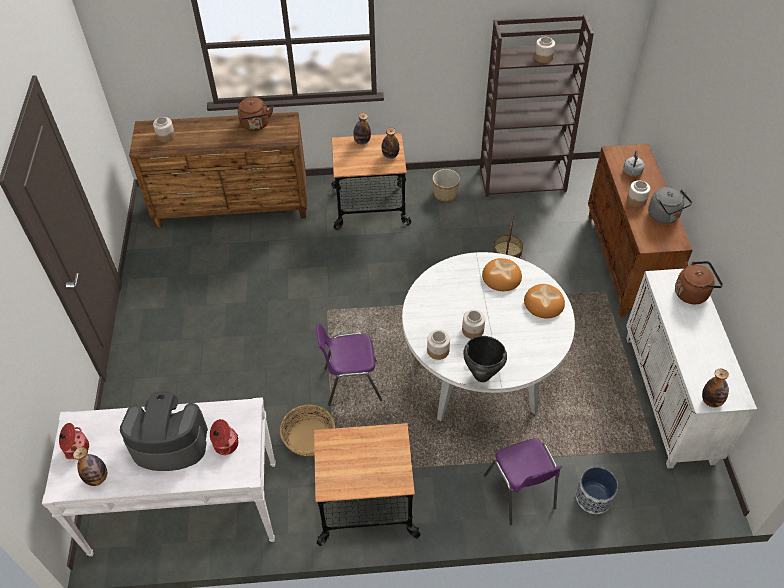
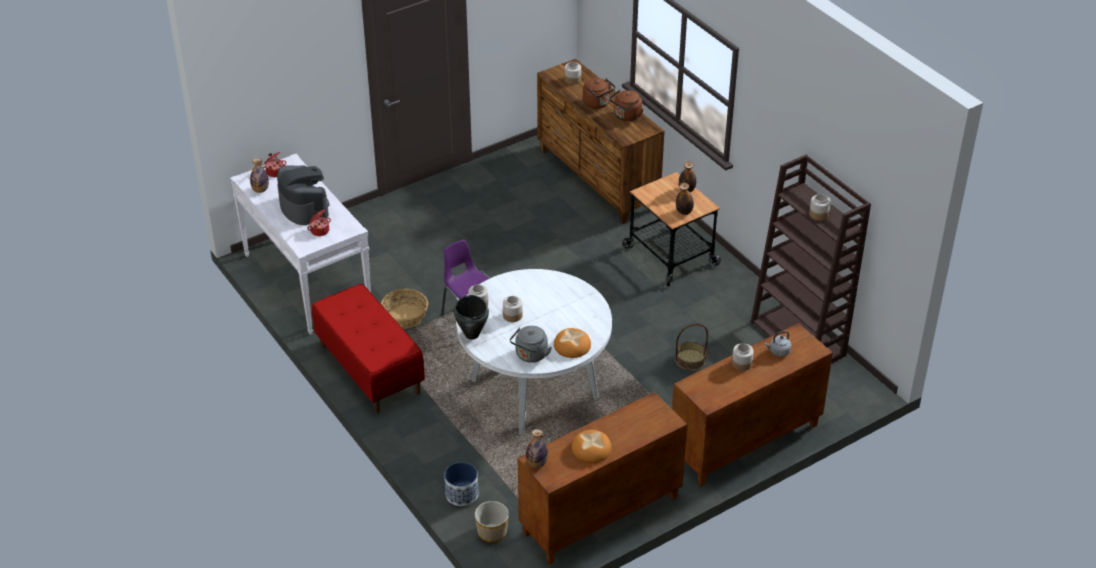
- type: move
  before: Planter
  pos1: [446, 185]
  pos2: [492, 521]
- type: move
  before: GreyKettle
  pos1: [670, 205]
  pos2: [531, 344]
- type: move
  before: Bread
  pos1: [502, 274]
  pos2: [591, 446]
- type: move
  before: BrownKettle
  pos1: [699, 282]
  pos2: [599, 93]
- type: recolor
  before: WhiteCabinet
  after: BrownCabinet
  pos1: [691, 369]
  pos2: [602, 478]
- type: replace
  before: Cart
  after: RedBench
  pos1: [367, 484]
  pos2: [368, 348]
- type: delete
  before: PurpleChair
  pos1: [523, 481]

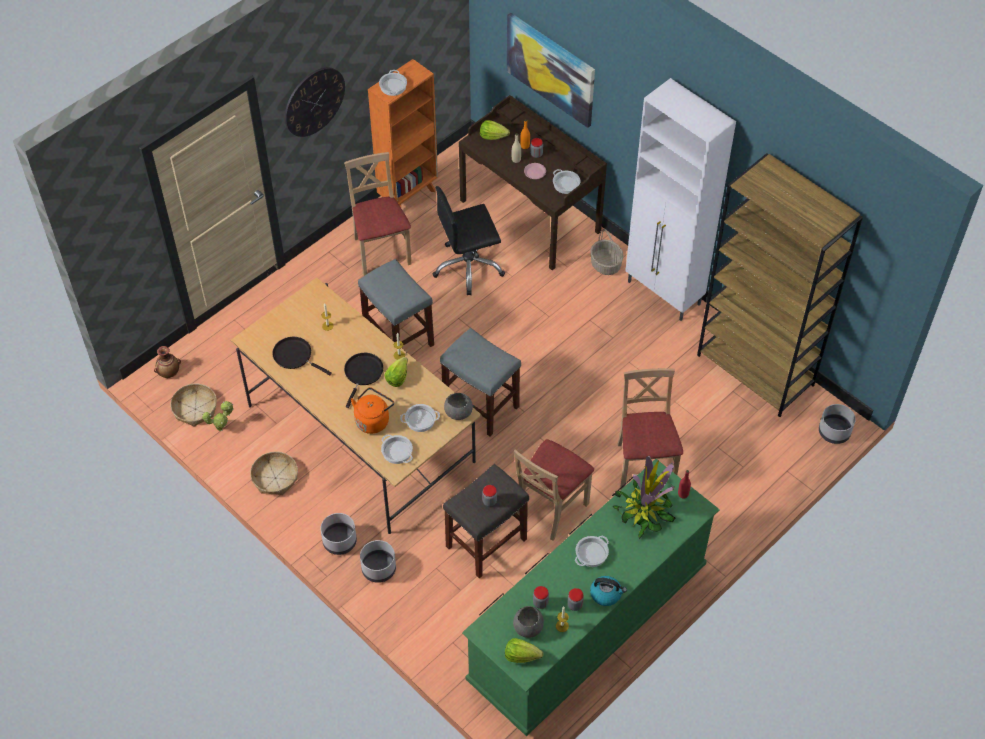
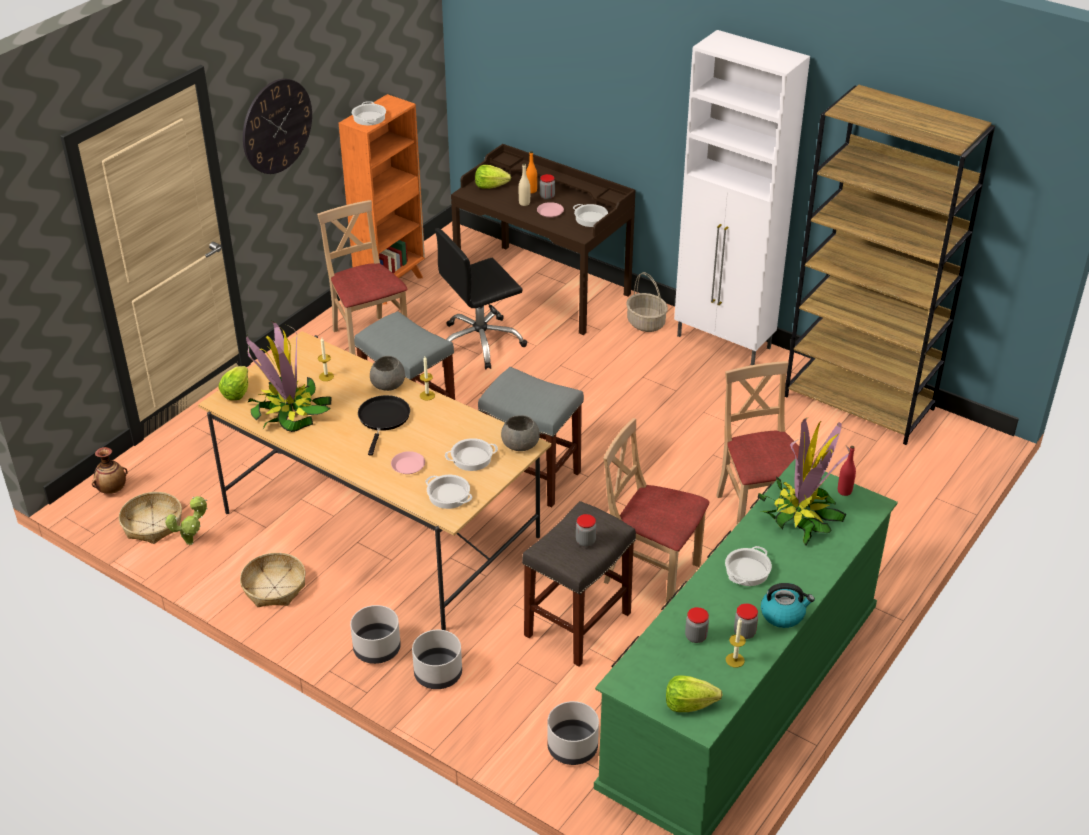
- type: delete
  before: Picture
  pos1: [551, 70]
- type: replace
  before: BlackFryingPan
  after: PottedPlant
  pos1: [302, 356]
  pos2: [289, 376]
- type: move
  before: Lettuce
  pos1: [396, 372]
  pos2: [233, 383]
- type: replace
  before: OrangeKettle
  after: PinkPlate
  pos1: [372, 410]
  pos2: [408, 462]
- type: move
  before: GreyPlanter
  pos1: [837, 424]
  pos2: [573, 733]
- type: rotate
  before: BeigeChair
  pos1: [554, 490]
  pos2: [656, 512]
  turn: 90
- type: move
  before: GreyBowl
  pos1: [528, 622]
  pos2: [387, 373]

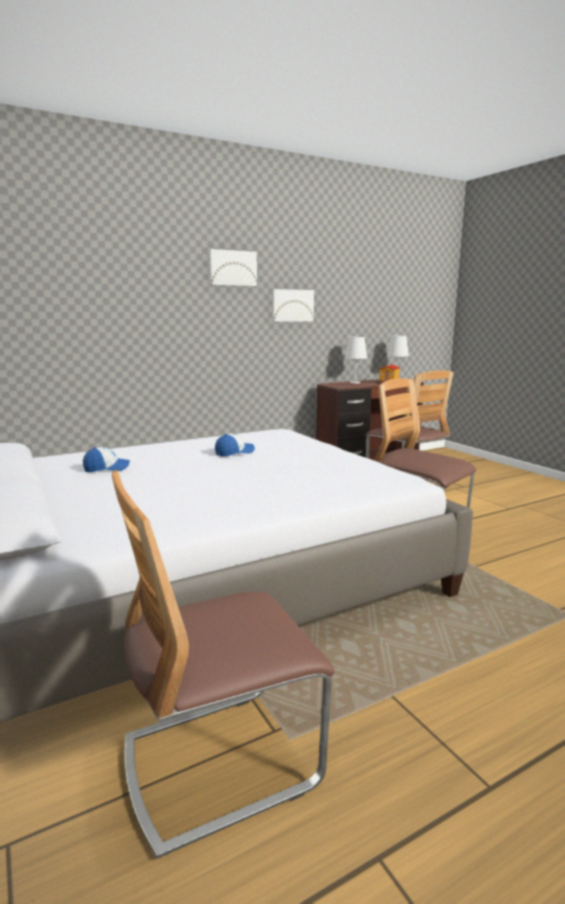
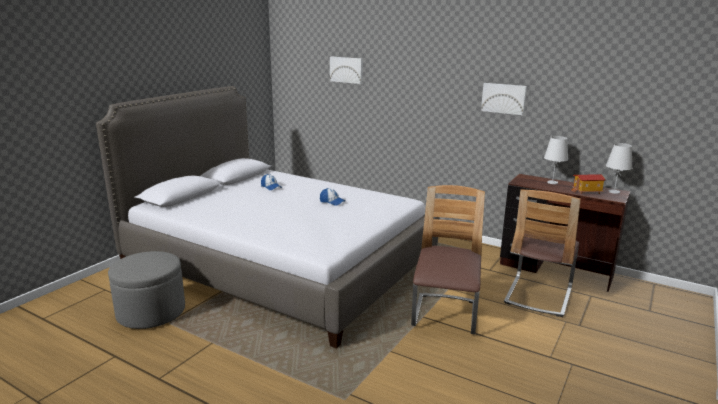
- type: move
  before: Picture
  pos1: [233, 267]
  pos2: [346, 70]
- type: replace
  before: Chair
  after: GreyOttoman
  pos1: [223, 664]
  pos2: [146, 290]

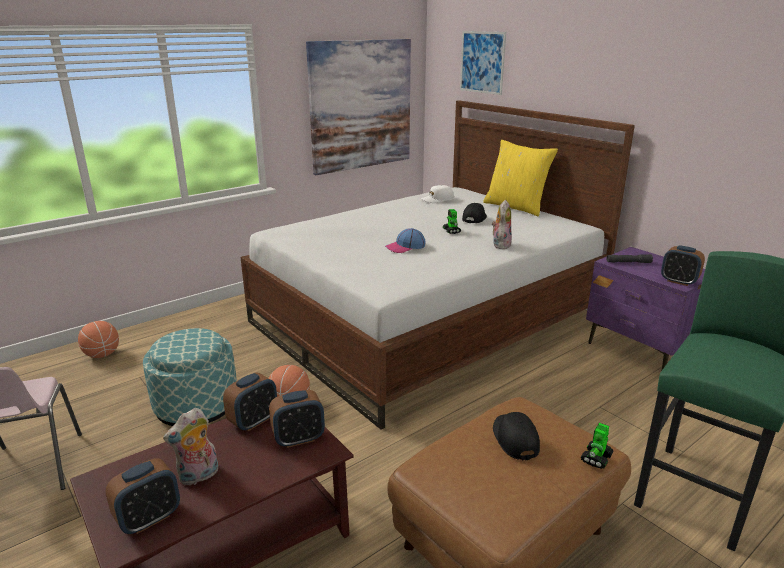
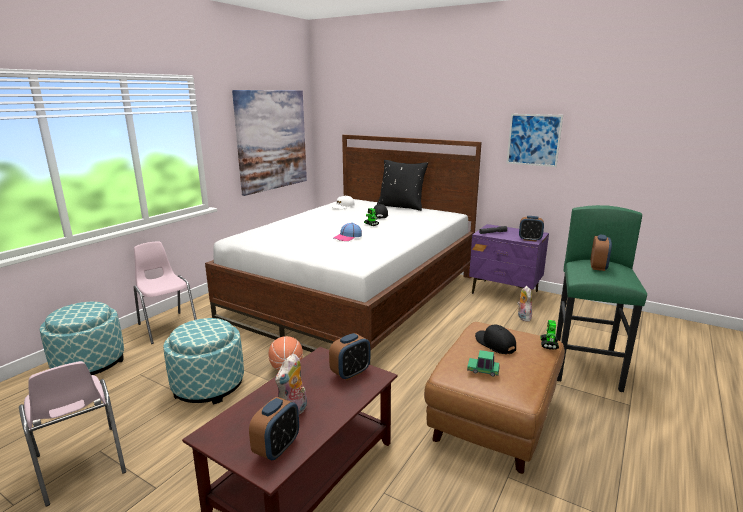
- type: move
  before: Picture
  pos1: [483, 63]
  pos2: [535, 140]
- type: recolor
  before: YellowPillow
  after: BlackPillow
  pos1: [520, 178]
  pos2: [402, 185]
- type: move
  before: PlushToy
  pos1: [502, 224]
  pos2: [524, 304]
- type: replace
  before: Basketball
  after: Ottoman
  pos1: [98, 339]
  pos2: [82, 338]
- type: move
  before: AlarmClock
  pos1: [250, 401]
  pos2: [601, 252]
- type: insert
  after: PinkChair
  pos2: [165, 293]
- type: insert
  after: ToyCar
  pos2: [483, 363]

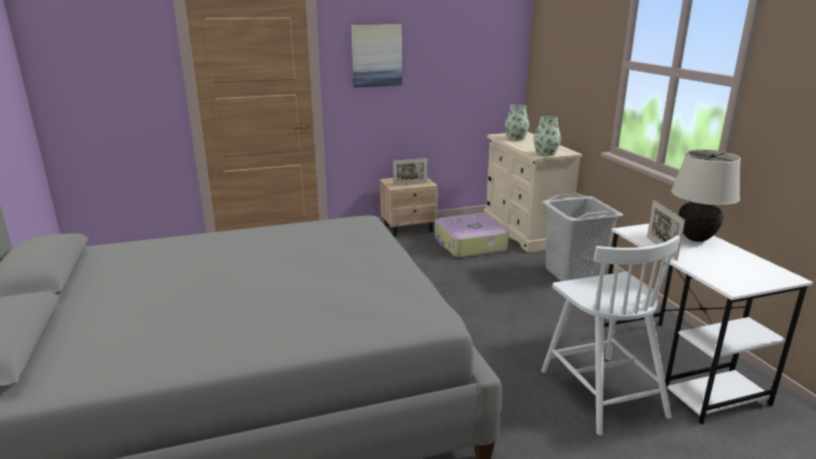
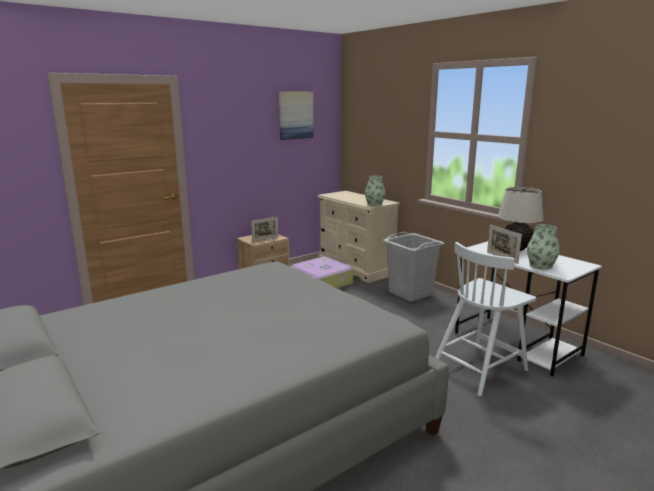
- type: move
  before: Picture
  pos1: [376, 55]
  pos2: [296, 115]
- type: move
  before: Vase
  pos1: [517, 122]
  pos2: [543, 247]
- type: rotate
  before: WhiteChair
  pos1: [610, 335]
  pos2: [485, 319]
  turn: 90

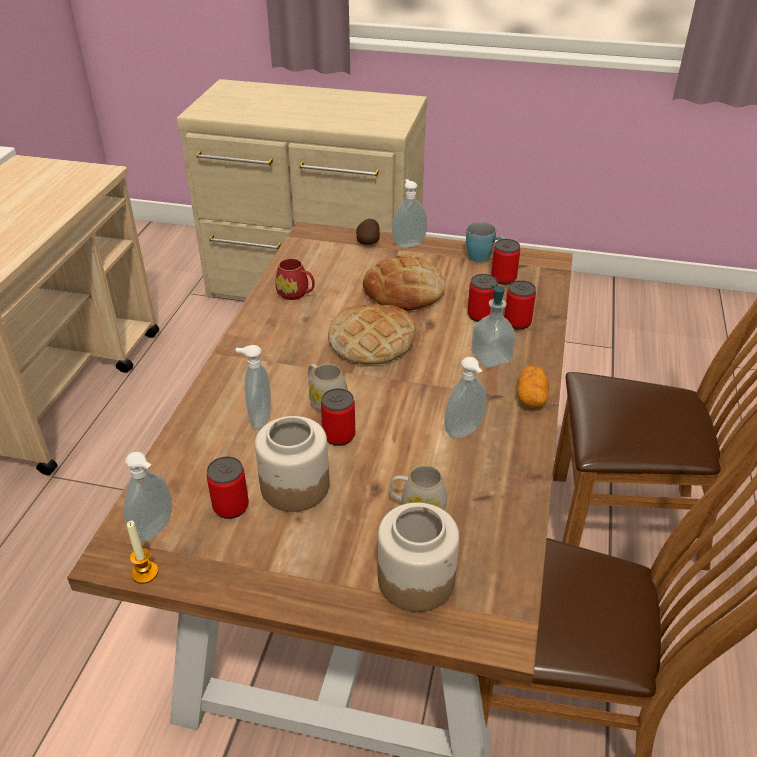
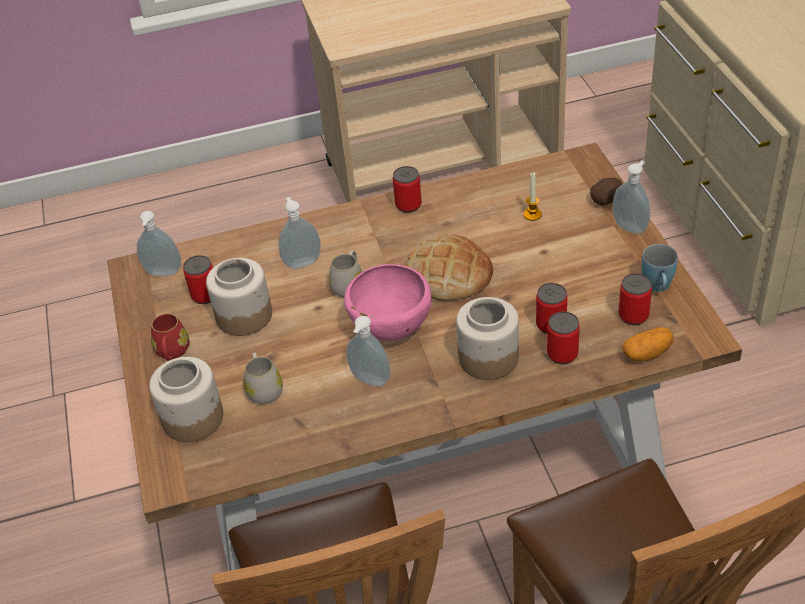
- type: delete
  before: Bread
  pos1: [404, 282]
- type: move
  before: RedMug
  pos1: [295, 279]
  pos2: [170, 337]
- type: replace
  before: SoapDispenser
  after: Jar
  pos1: [493, 326]
  pos2: [487, 338]
- type: move
  before: Potato
  pos1: [533, 386]
  pos2: [647, 344]
- type: move
  before: Can
  pos1: [338, 417]
  pos2: [407, 189]
- type: move
  before: Candle
  pos1: [142, 552]
  pos2: [533, 196]
- type: insert
  after: PinkBowl
  pos2: [387, 302]

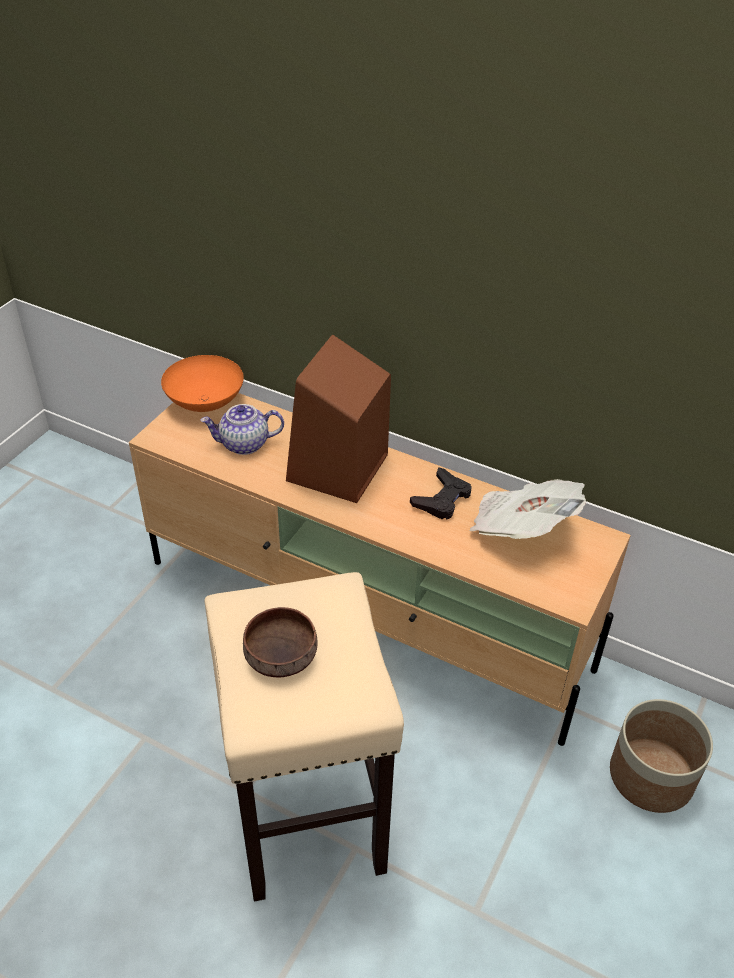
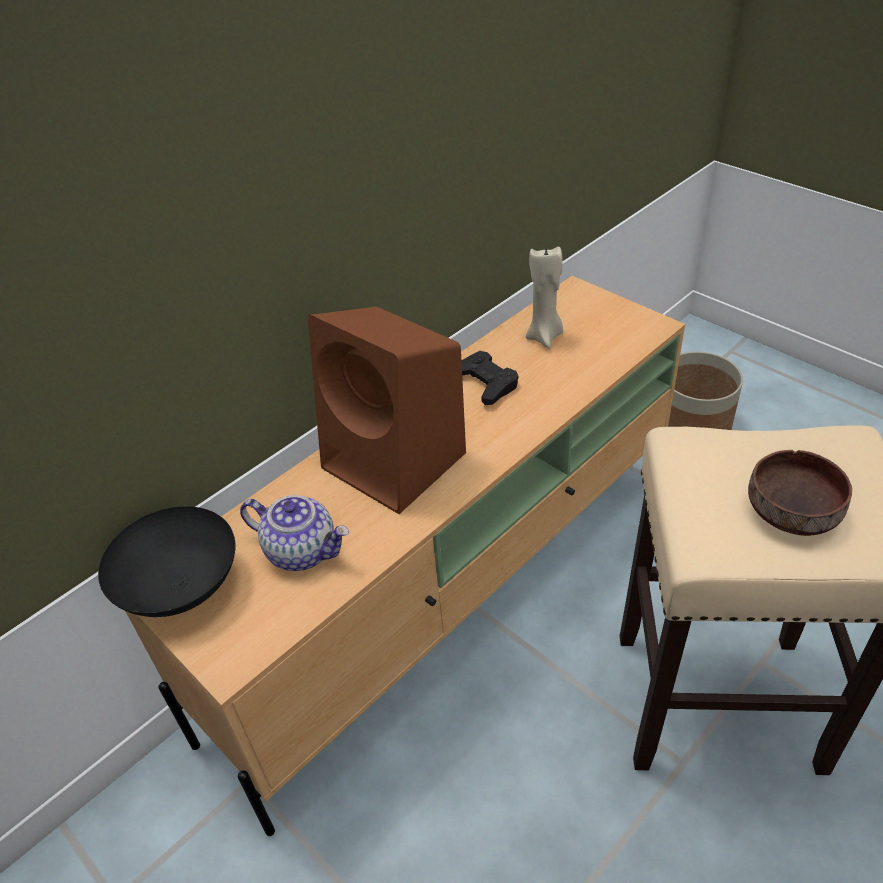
- type: recolor
  before: OrangeBowl
  after: BlackBowl
  pos1: [202, 383]
  pos2: [166, 561]
- type: rotate
  before: Teapot
  pos1: [242, 429]
  pos2: [294, 533]
  turn: -75
- type: replace
  before: Newspaper
  after: BeigeCandle
  pos1: [528, 509]
  pos2: [544, 297]

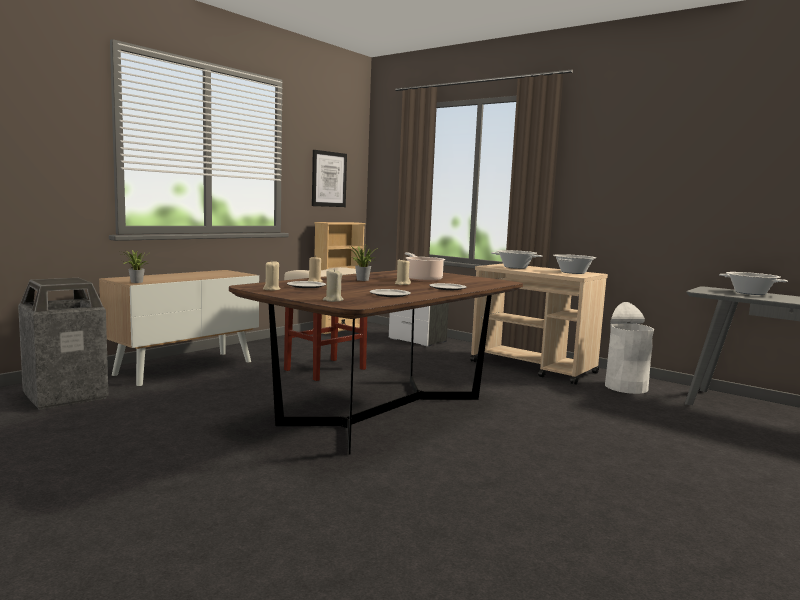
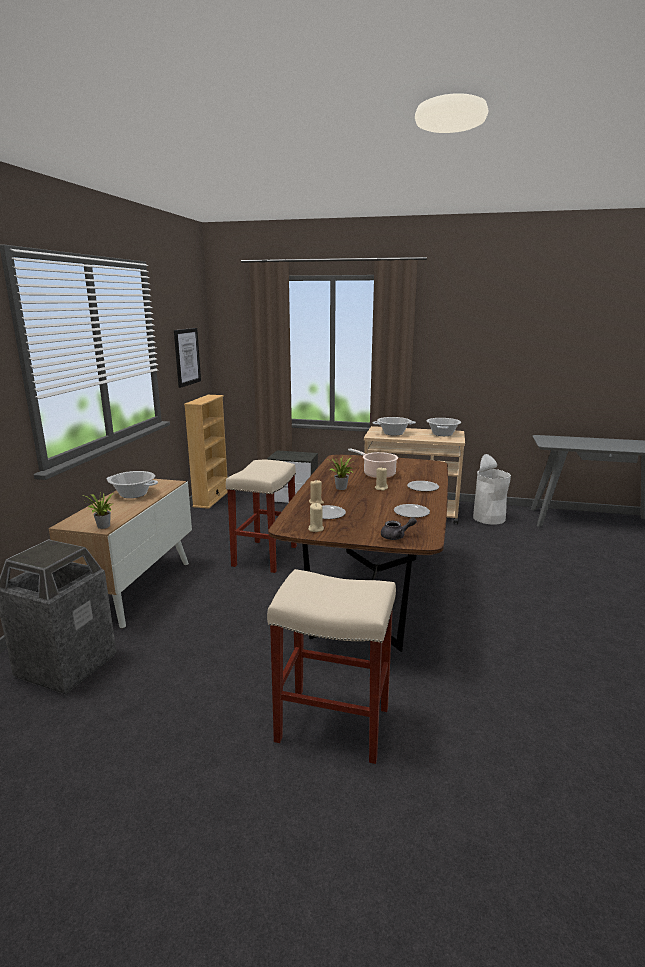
- type: replace
  before: BeigeCandle
  after: GreyTeapot
  pos1: [333, 285]
  pos2: [399, 528]
- type: move
  before: CookingPot
  pos1: [753, 283]
  pos2: [132, 484]
- type: insert
  after: BeigeStool
  pos2: [331, 666]

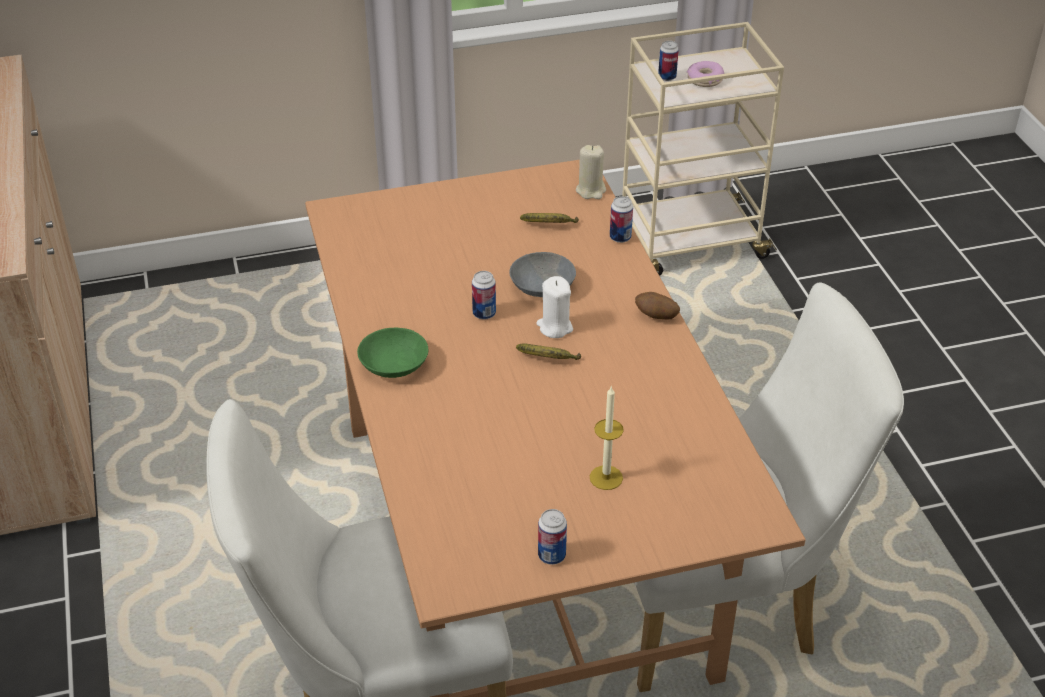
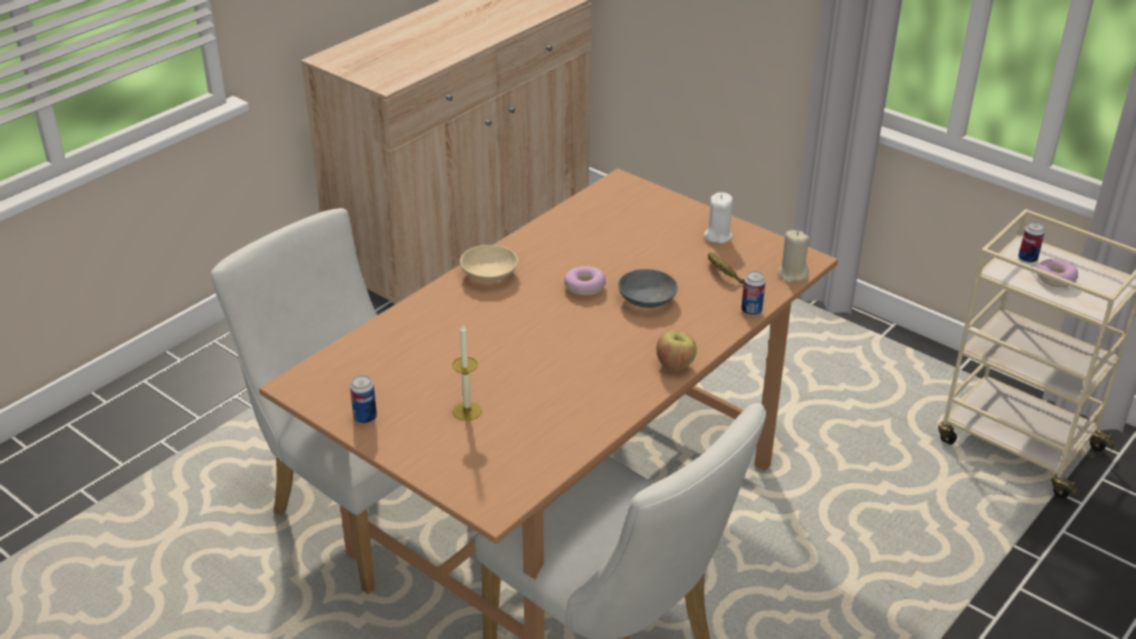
- type: replace
  before: Can
  after: Donut
  pos1: [484, 295]
  pos2: [585, 281]
- type: move
  before: WhiteCandle
  pos1: [554, 307]
  pos2: [718, 218]
- type: replace
  before: Potato
  after: Apple
  pos1: [657, 306]
  pos2: [677, 350]
- type: recolor
  before: GreenBowl
  after: BeigeBowl
  pos1: [392, 352]
  pos2: [489, 263]
- type: delete
  before: Banana
  pos1: [548, 351]

